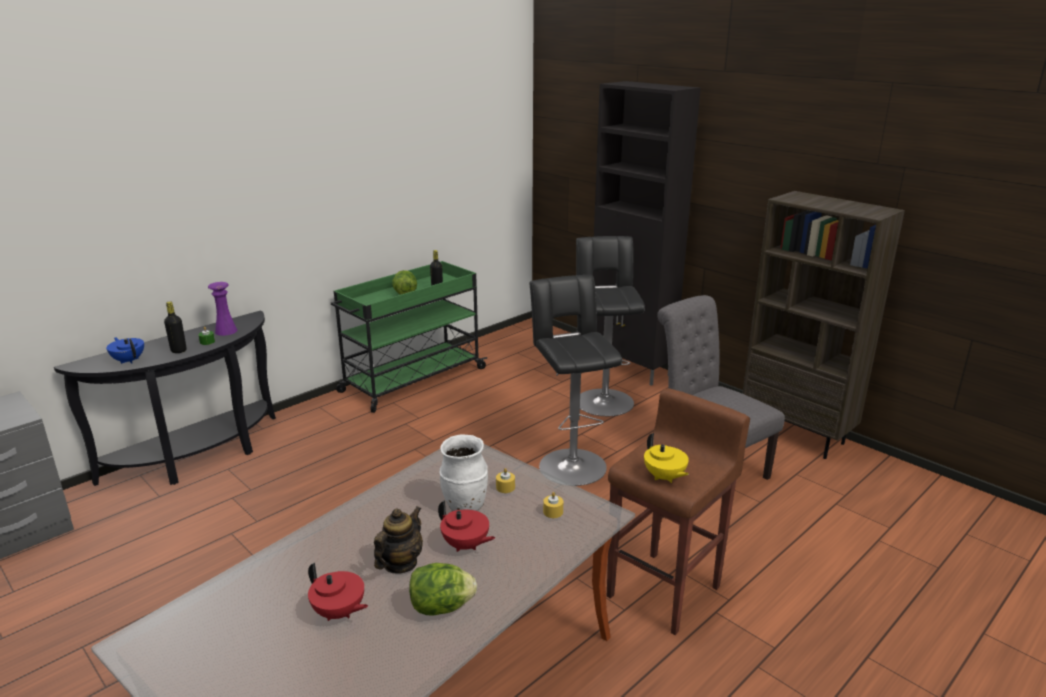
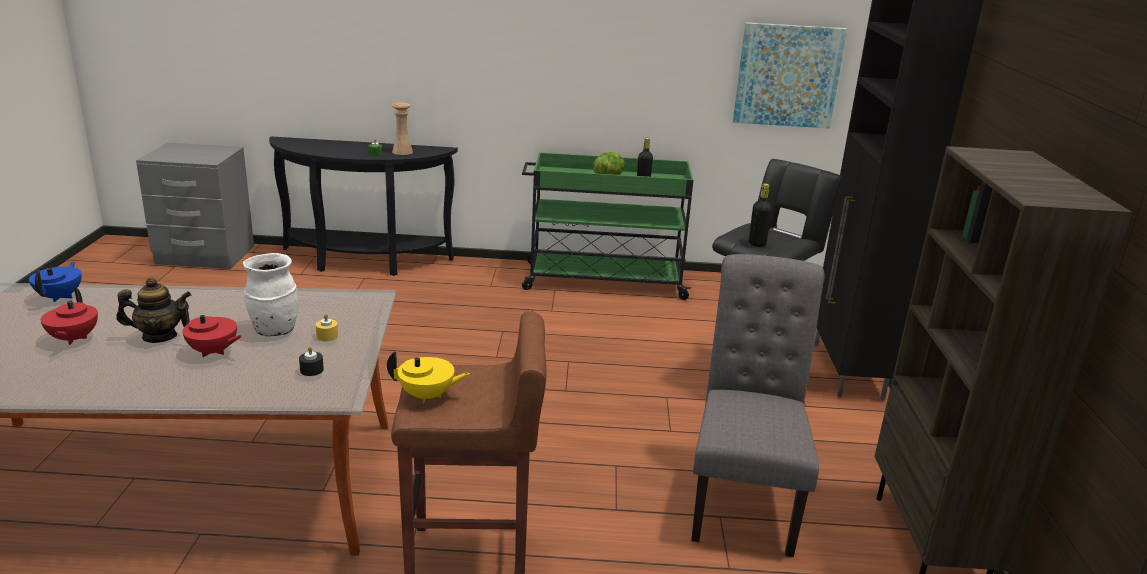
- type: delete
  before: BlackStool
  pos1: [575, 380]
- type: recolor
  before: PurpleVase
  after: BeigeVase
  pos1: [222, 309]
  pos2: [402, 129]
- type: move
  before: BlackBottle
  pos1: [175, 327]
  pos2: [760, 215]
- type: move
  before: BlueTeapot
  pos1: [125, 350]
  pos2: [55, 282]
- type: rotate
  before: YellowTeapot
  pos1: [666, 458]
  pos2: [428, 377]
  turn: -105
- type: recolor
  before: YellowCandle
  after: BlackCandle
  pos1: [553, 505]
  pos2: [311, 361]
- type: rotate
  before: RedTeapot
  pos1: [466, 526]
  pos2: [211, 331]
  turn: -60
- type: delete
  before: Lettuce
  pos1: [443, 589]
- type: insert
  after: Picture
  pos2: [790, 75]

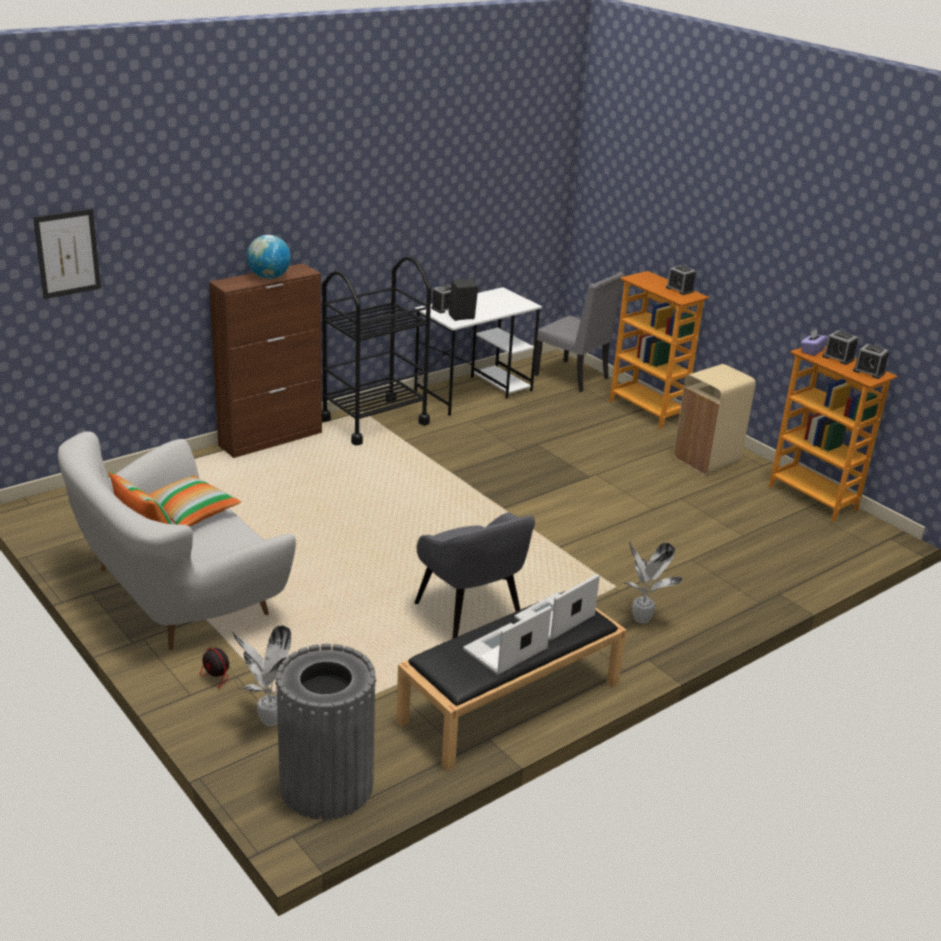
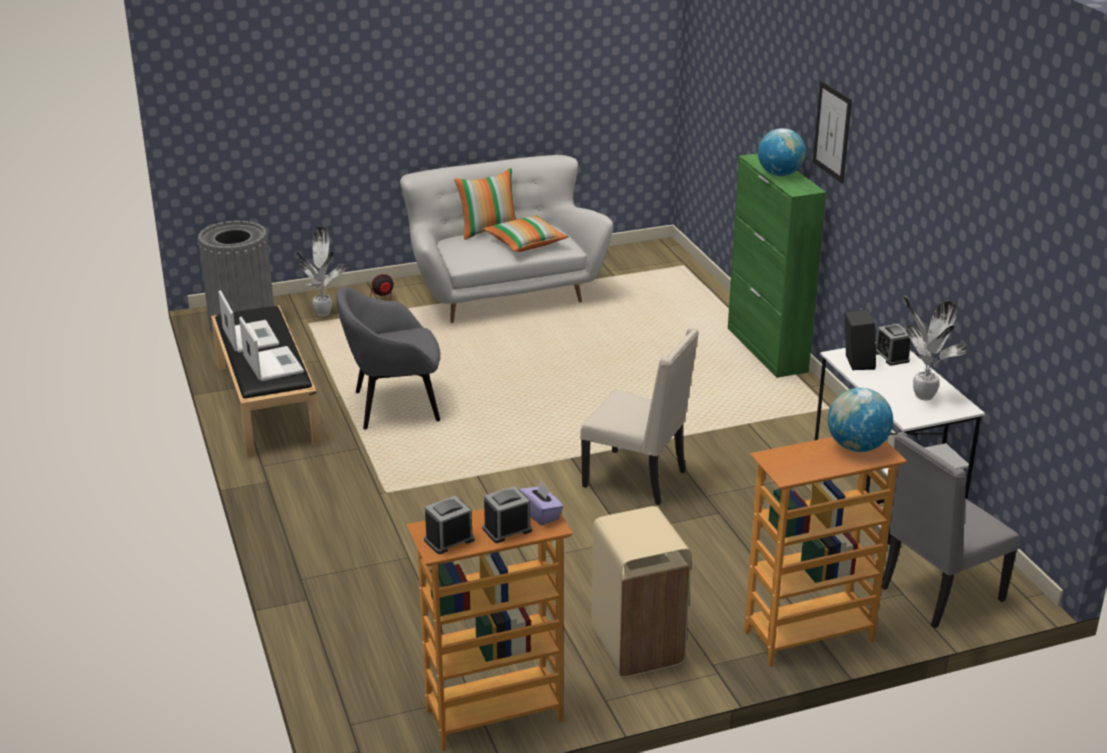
- type: move
  before: Picture
  pos1: [67, 254]
  pos2: [832, 132]
- type: delete
  before: BlackCart
  pos1: [376, 350]
- type: recolor
  before: BrownCabinet
  after: GreenCabinet
  pos1: [265, 360]
  pos2: [777, 265]
- type: delete
  before: AlarmClock
  pos1: [681, 280]
- type: move
  before: PottedPlant
  pos1: [653, 582]
  pos2: [936, 348]
- type: insert
  after: BeigeChair
  pos2: [639, 416]
- type: insert
  after: Globe
  pos2: [860, 420]

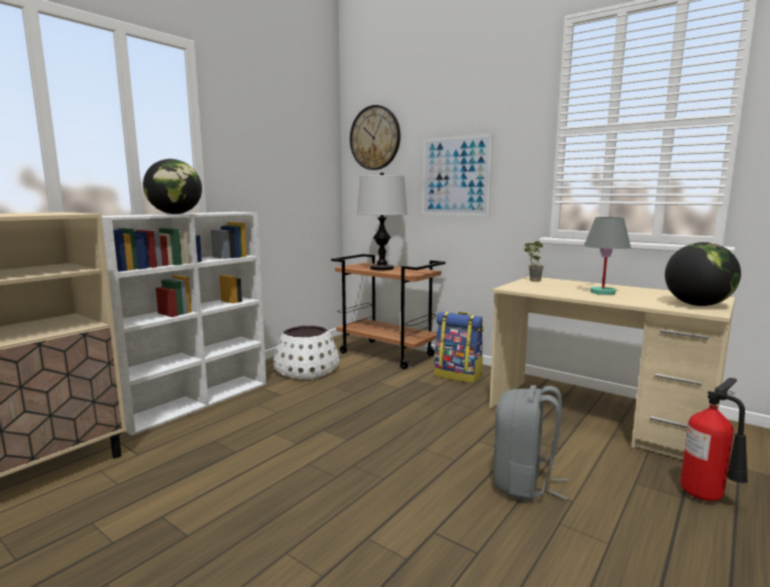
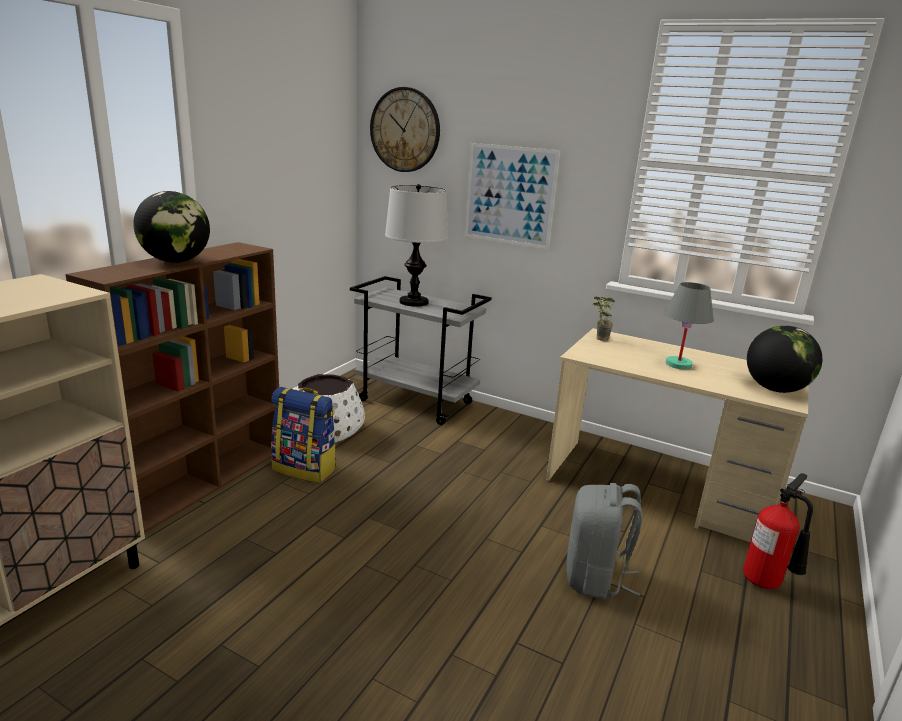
- type: recolor
  before: WhiteBookcase
  after: BrownBookcase
  pos1: [184, 323]
  pos2: [172, 387]
- type: recolor
  before: BrownCart
  after: GreyCart
  pos1: [388, 311]
  pos2: [421, 350]
- type: move
  before: Backpack
  pos1: [459, 347]
  pos2: [303, 435]

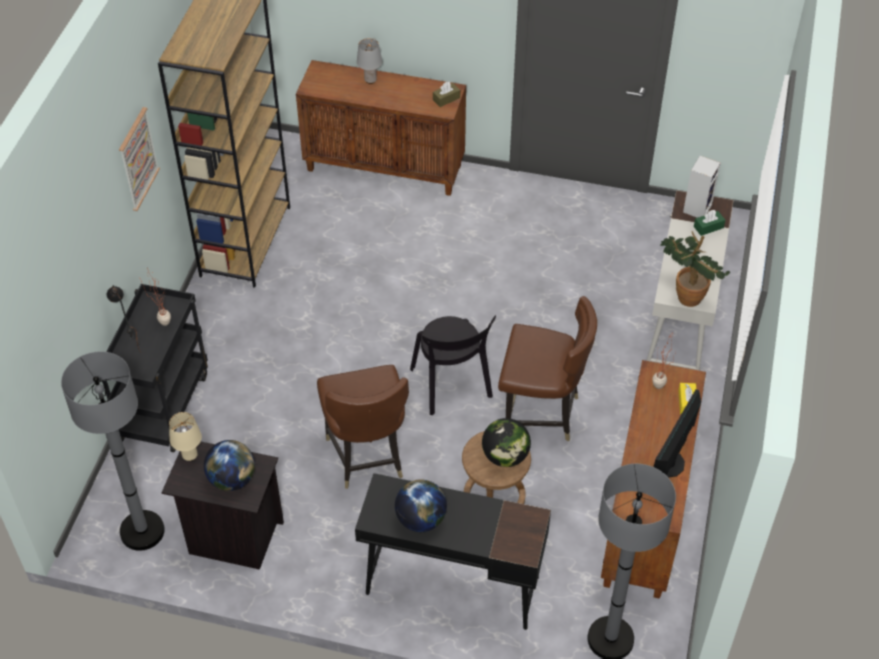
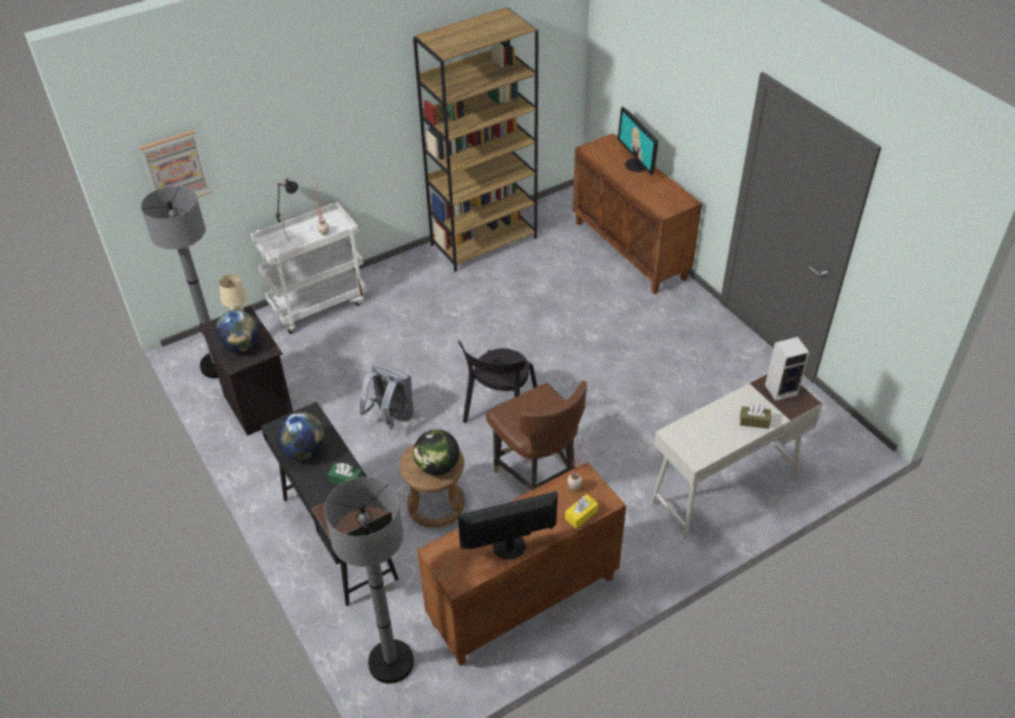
- type: replace
  before: GreyTableLamp
  after: Monitor
  pos1: [369, 61]
  pos2: [638, 141]
- type: move
  before: BrownTissueBox
  pos1: [446, 94]
  pos2: [755, 416]
- type: move
  before: Picture
  pos1: [139, 159]
  pos2: [175, 164]
- type: move
  before: GreenTissueBox
  pos1: [709, 223]
  pos2: [344, 474]
- type: delete
  before: PottedPlant
  pos1: [695, 269]
- type: recolor
  before: BlackCart
  after: WhiteCart
  pos1: [155, 368]
  pos2: [309, 268]
- type: replace
  before: BrownChair
  after: GreyBackpack
  pos1: [363, 427]
  pos2: [386, 396]

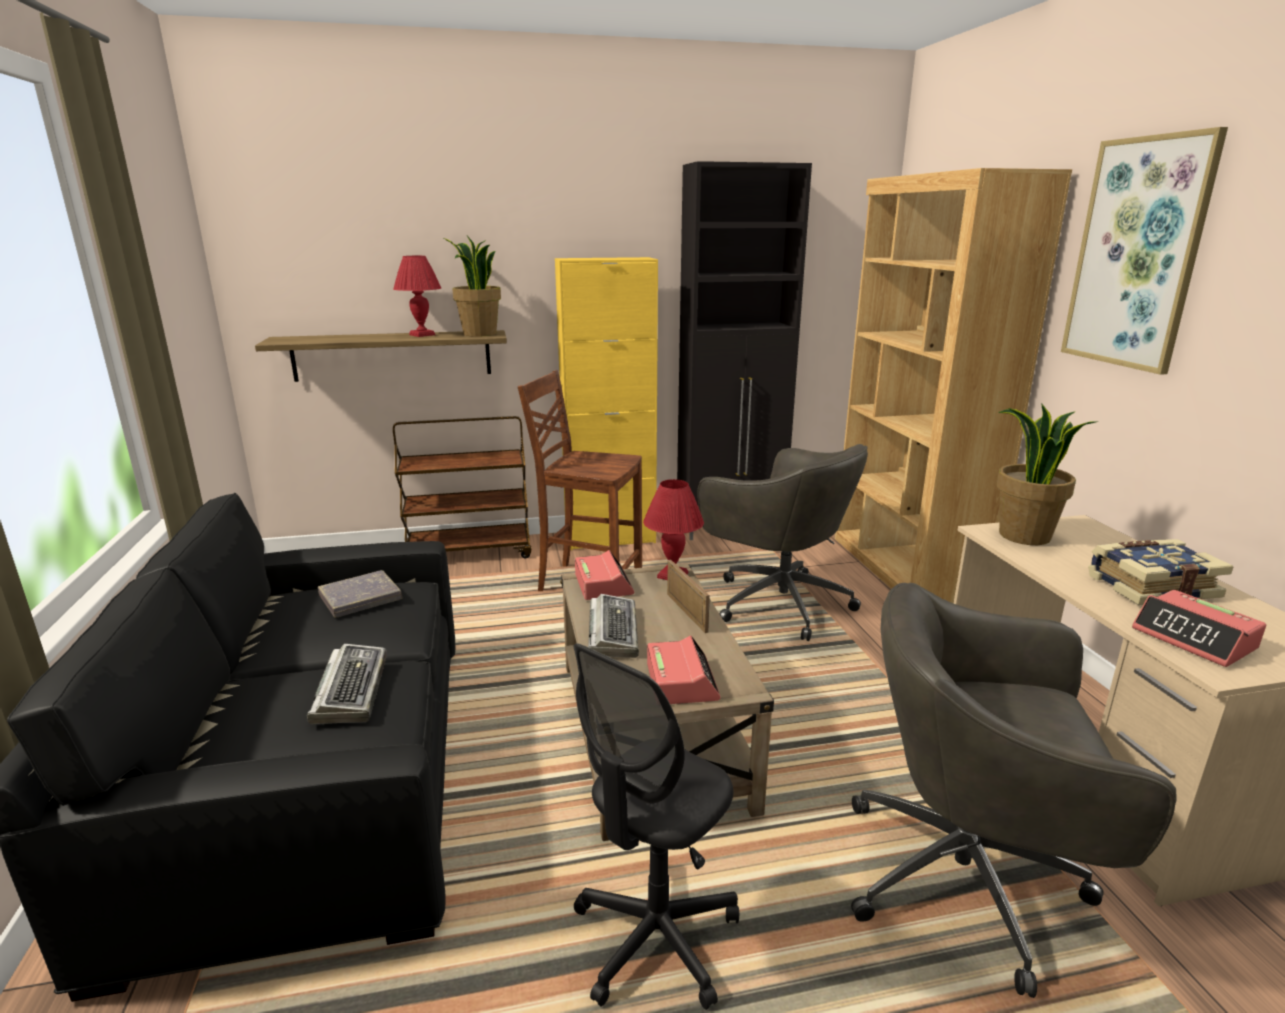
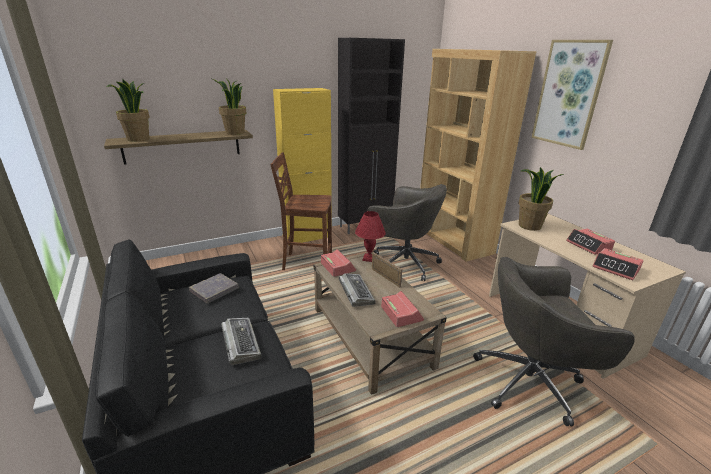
- type: delete
  before: RedTableLamp
  pos1: [417, 296]
- type: delete
  before: BrownCart
  pos1: [462, 487]
- type: replace
  before: Book
  after: AlarmClock
  pos1: [1160, 572]
  pos2: [590, 241]
- type: delete
  before: BlackOfficeChair
  pos1: [656, 826]
- type: insert
  after: PottedPlant
  pos2: [128, 110]

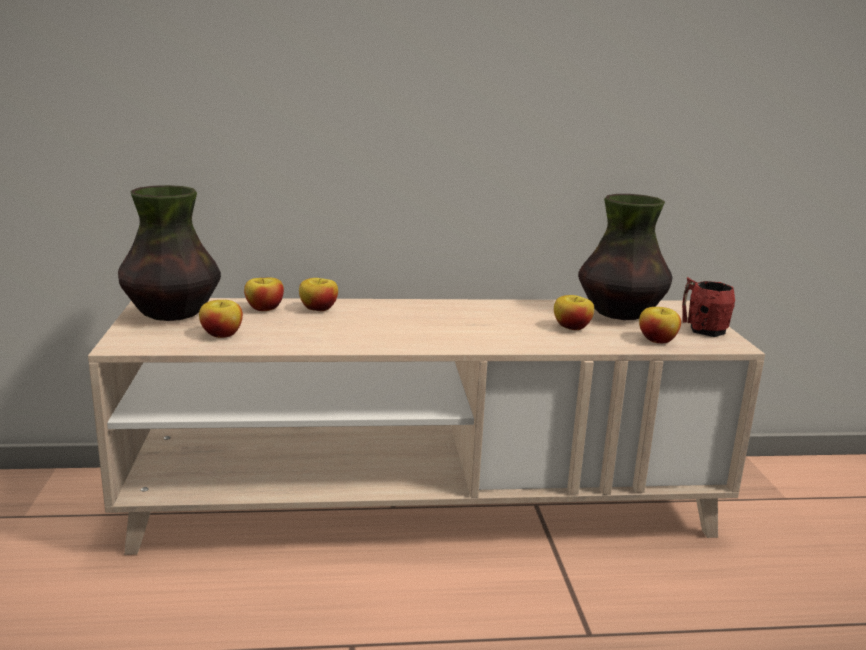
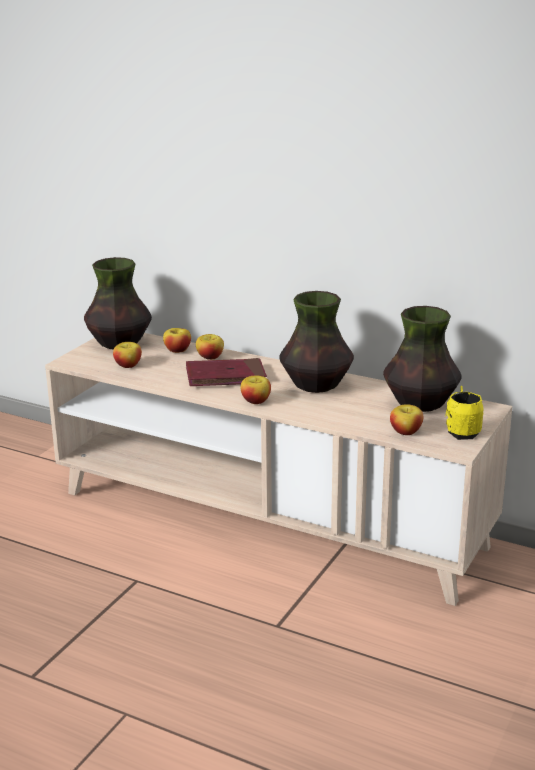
- type: recolor
  before: RedMug
  after: YellowMug
  pos1: [708, 307]
  pos2: [464, 413]
- type: move
  before: Apple
  pos1: [574, 312]
  pos2: [256, 390]
- type: insert
  after: Vase
  pos2: [316, 342]
- type: insert
  after: RedBook
  pos2: [226, 372]

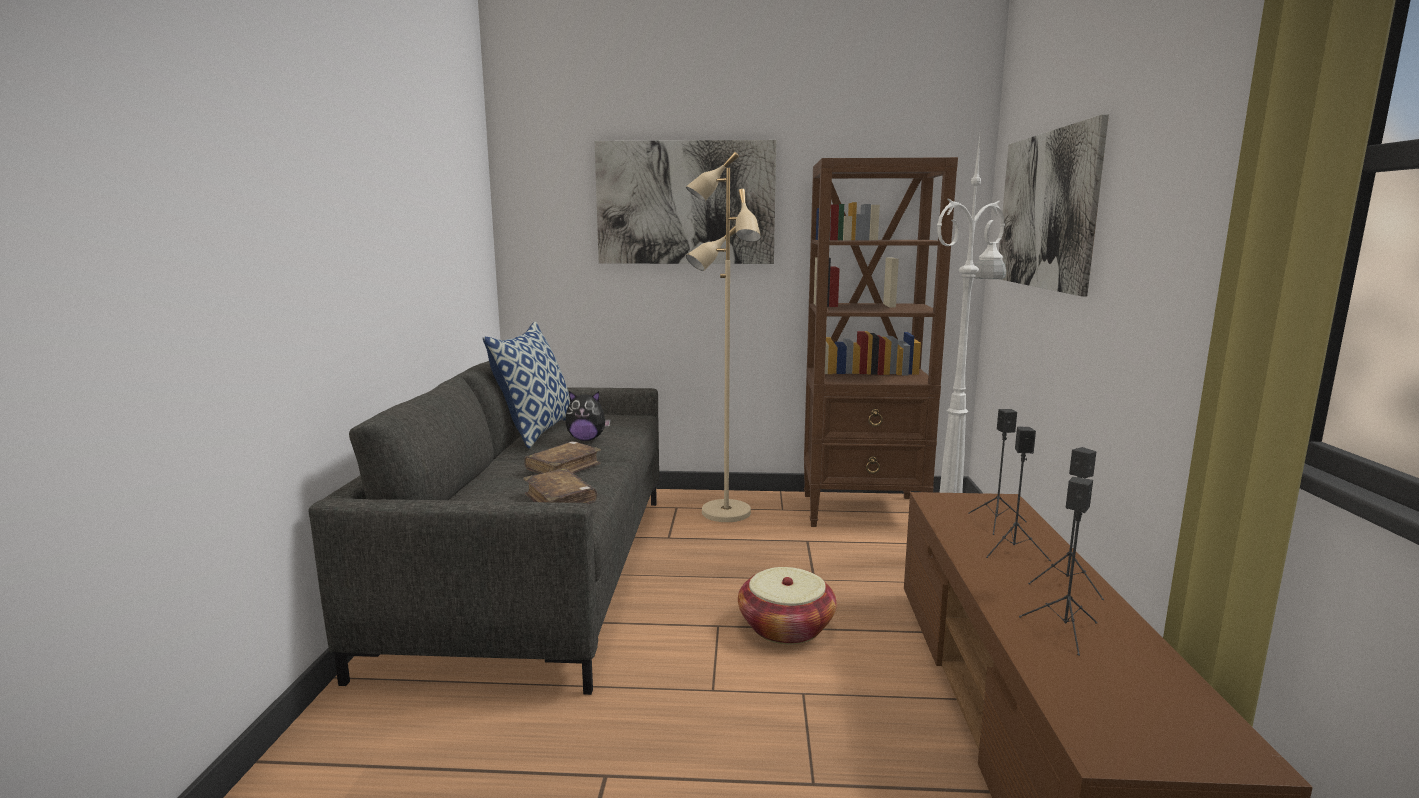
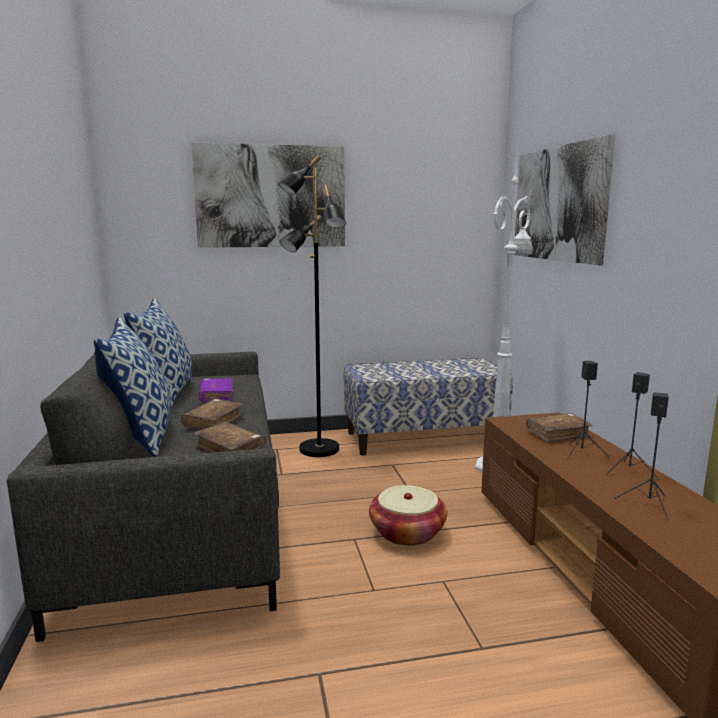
- type: recolor
  before: BeigeFloorLamp
  after: BlackFloorLamp
  pos1: [723, 337]
  pos2: [312, 306]
- type: replace
  before: BrownBookcase
  after: Bench
  pos1: [881, 342]
  pos2: [428, 407]
- type: replace
  before: PlushToy
  after: PurpleBook
  pos1: [588, 416]
  pos2: [215, 390]
- type: replace
  before: BlackSpeaker
  after: BrownBook
  pos1: [997, 472]
  pos2: [559, 428]
- type: insert
  after: Pillow
  pos2: [132, 387]

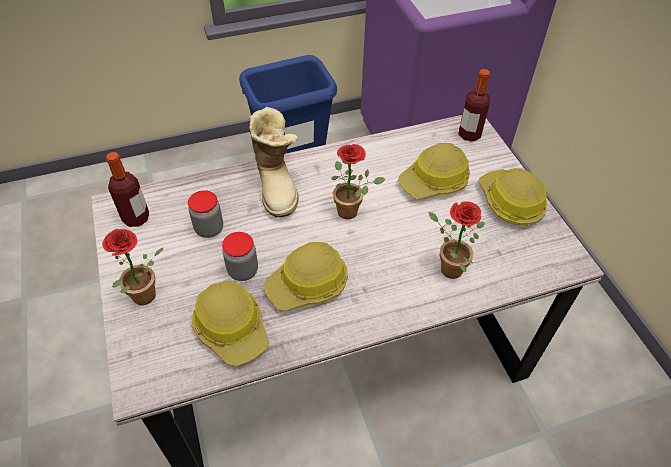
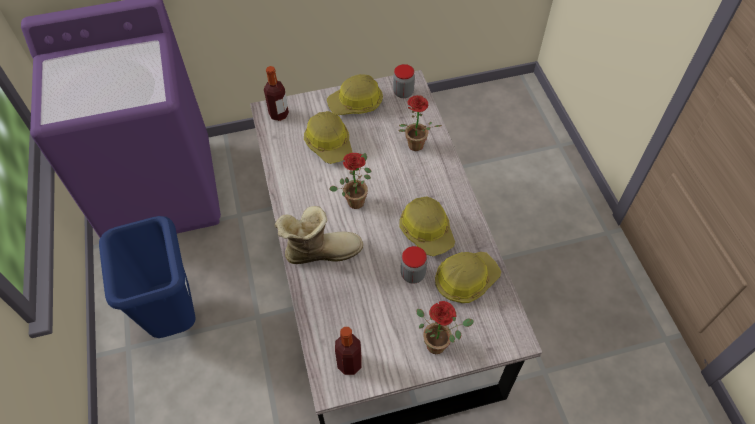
- type: move
  before: Jar
  pos1: [205, 214]
  pos2: [404, 81]

